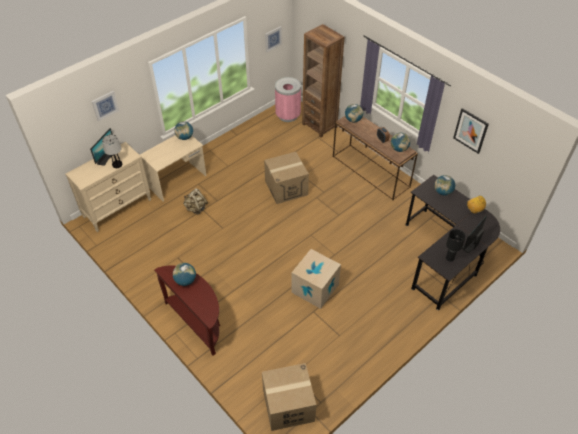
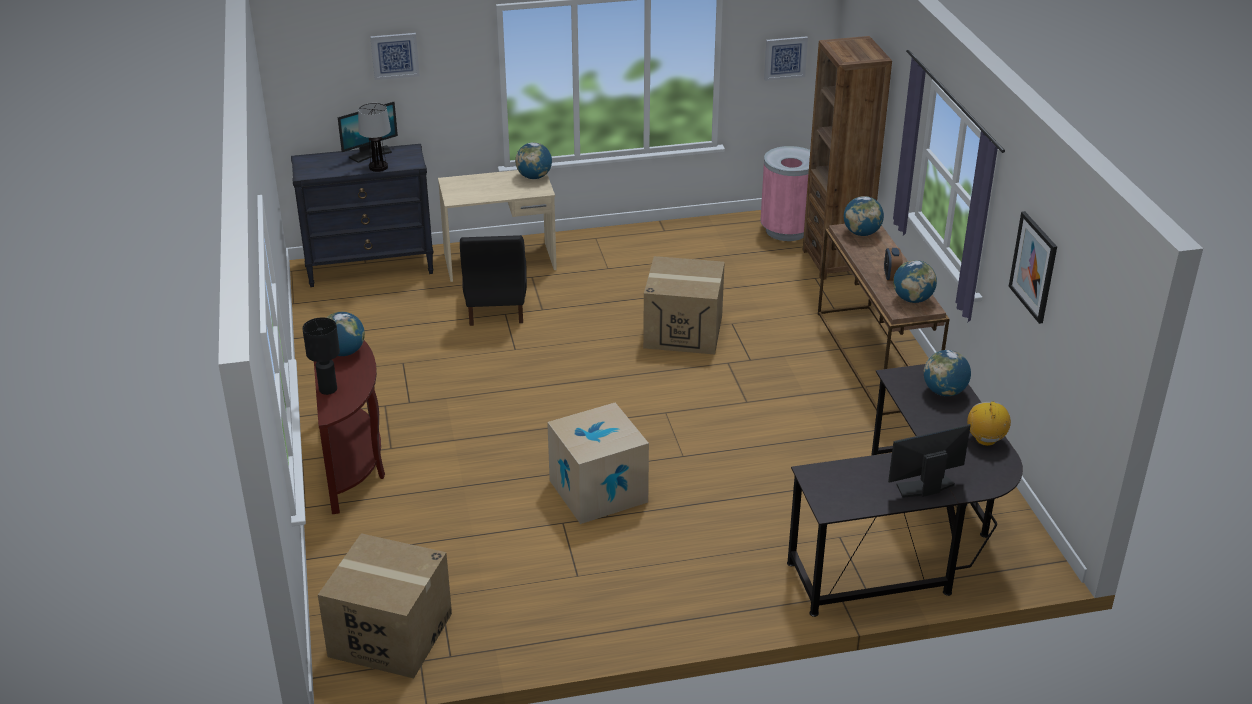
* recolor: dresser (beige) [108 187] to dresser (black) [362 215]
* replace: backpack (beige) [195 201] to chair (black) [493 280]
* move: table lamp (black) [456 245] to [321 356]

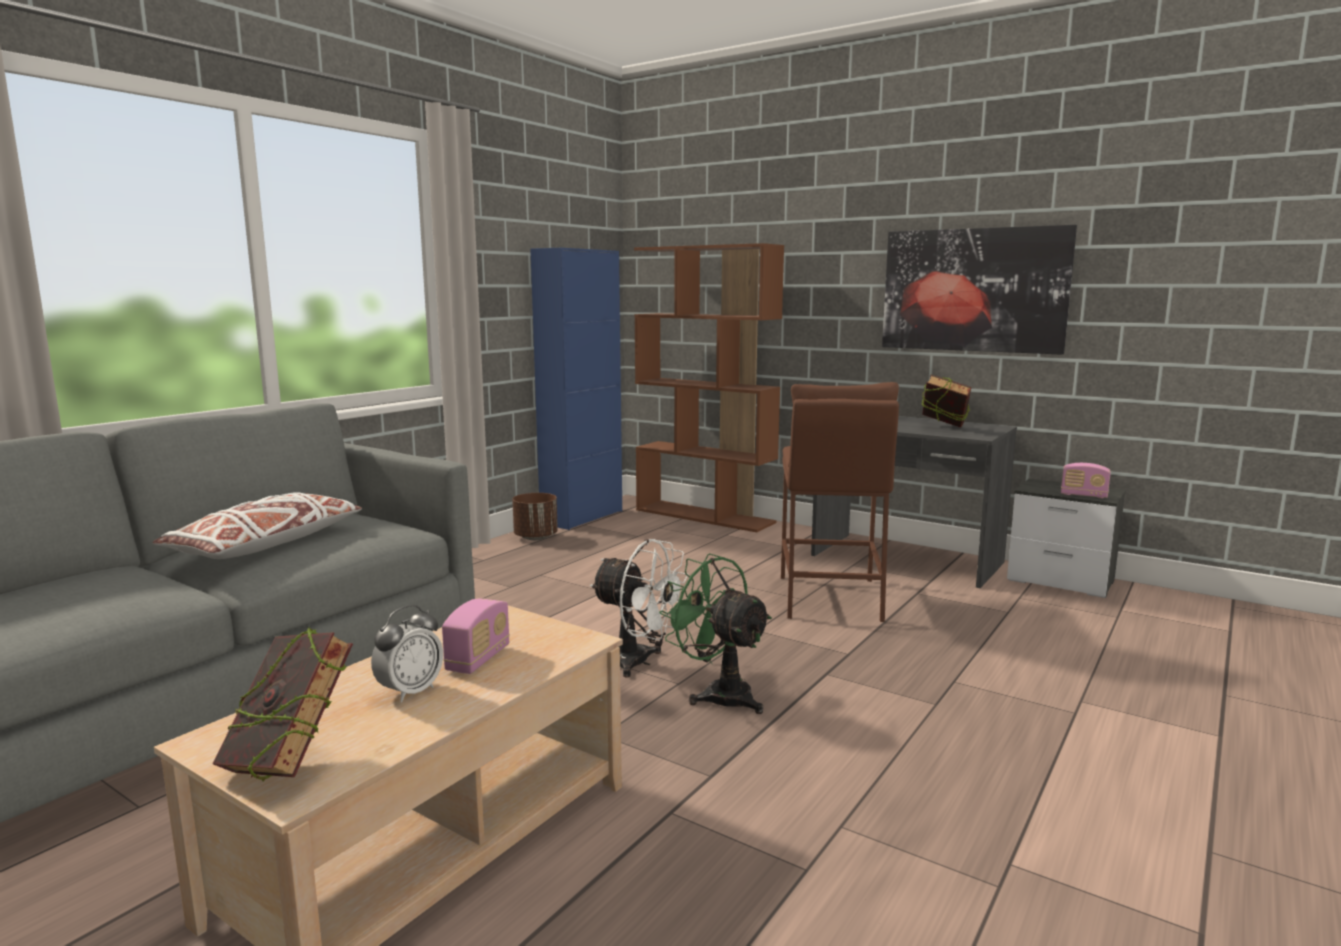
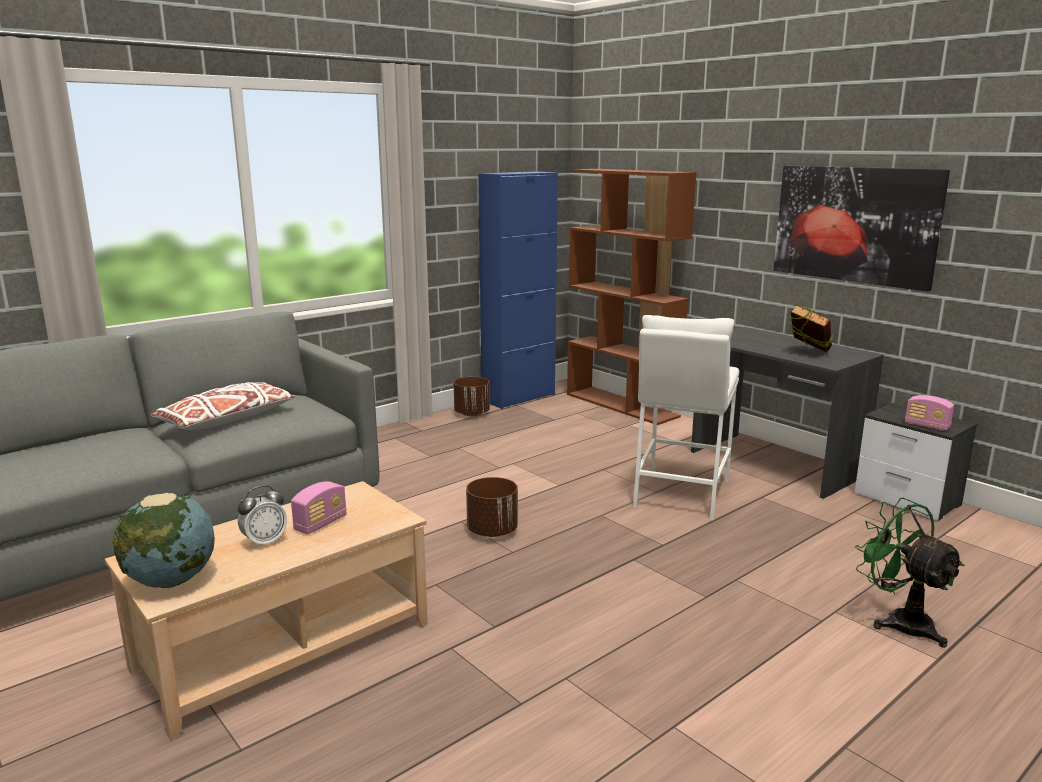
* replace: book [283 704] to globe [163 540]
* replace: fan (white) [639 608] to planter (brown) [492 507]
* move: fan (green) [715 633] to [910 572]
* recolor: stool (brown) [840 502] to stool (white) [686 418]

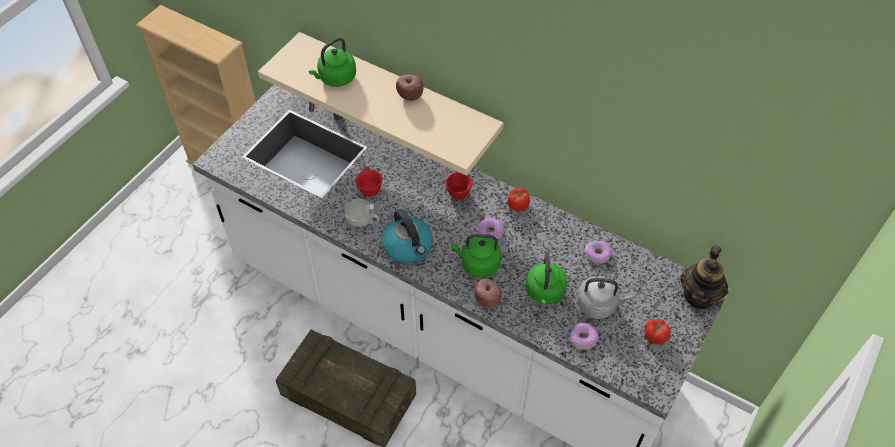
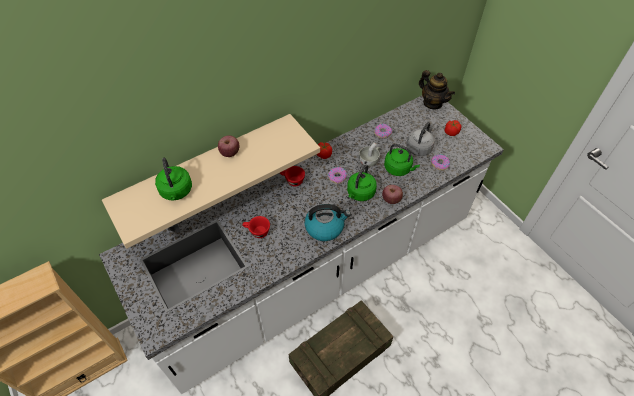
* move: cup (white) [362 213] to [369 154]

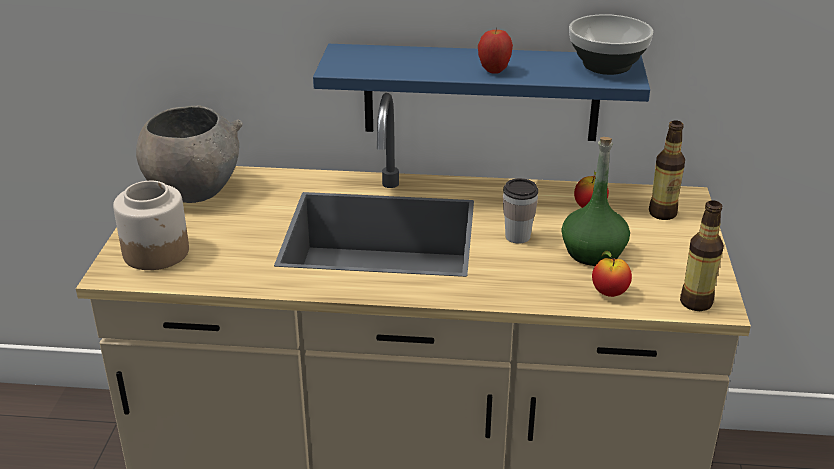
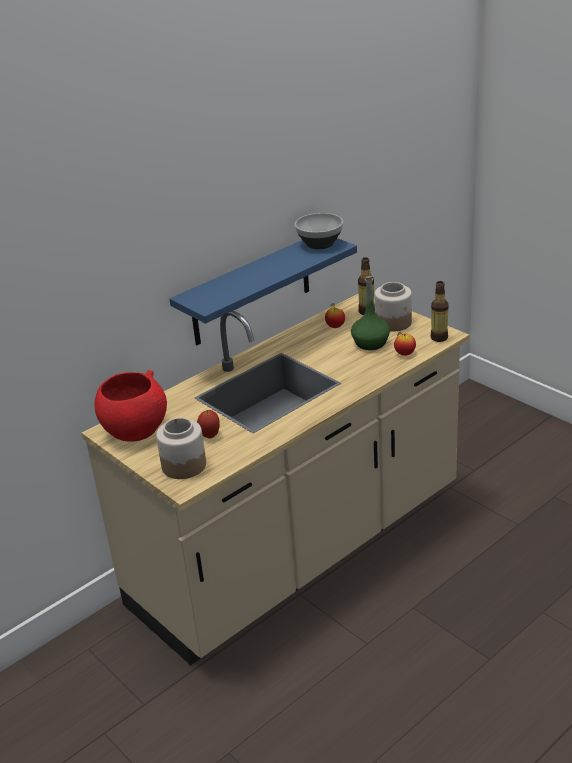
* recolor: bowl (grey) [189 154] to bowl (red) [130 406]
* move: apple [495 50] to [208 424]
* delete: cup [520 211]
* insert: jar [393 307]

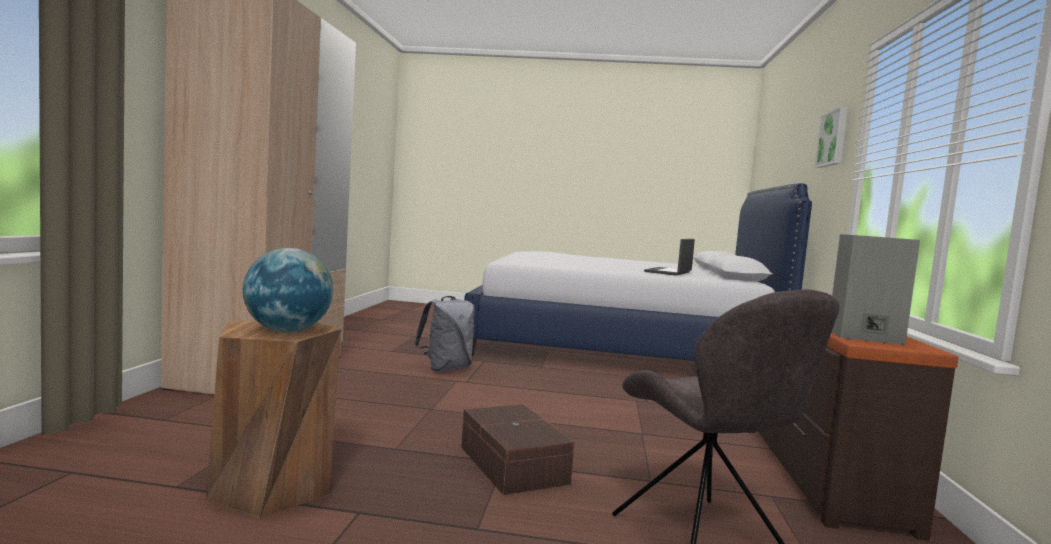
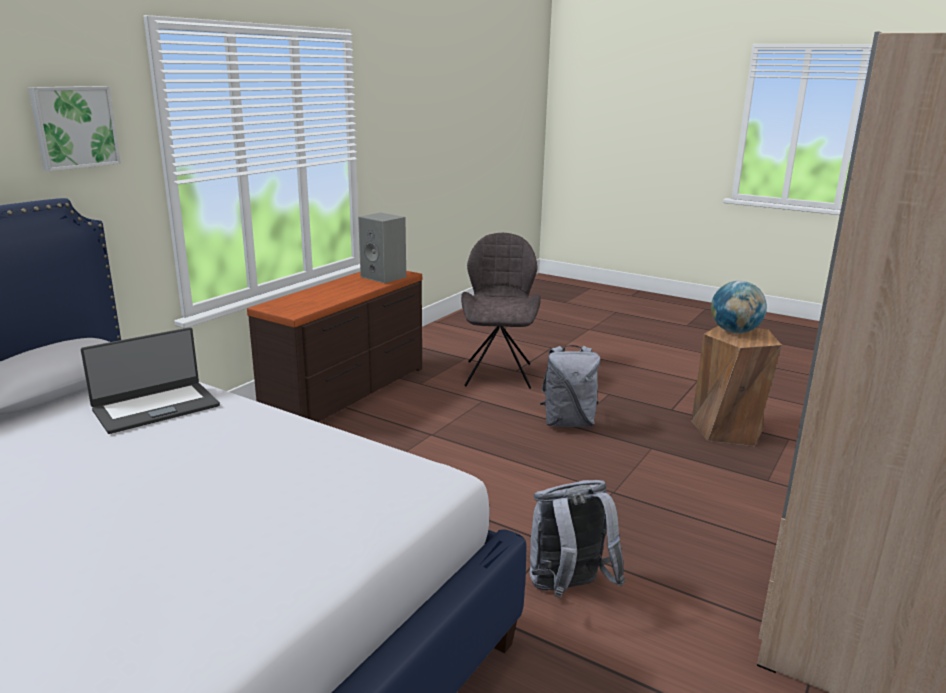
* replace: storage box (brown) [518 449] to backpack (grey) [570 386]

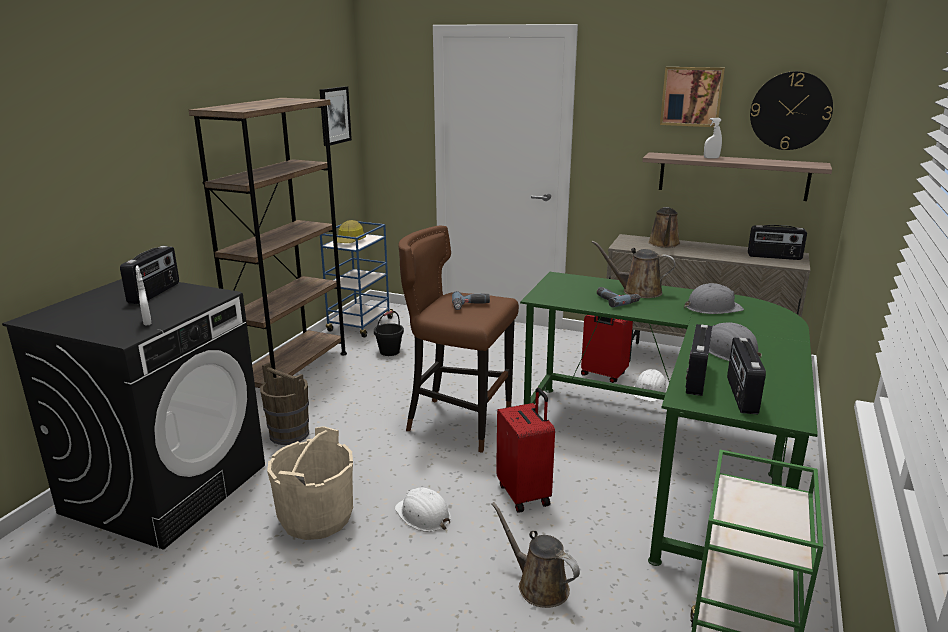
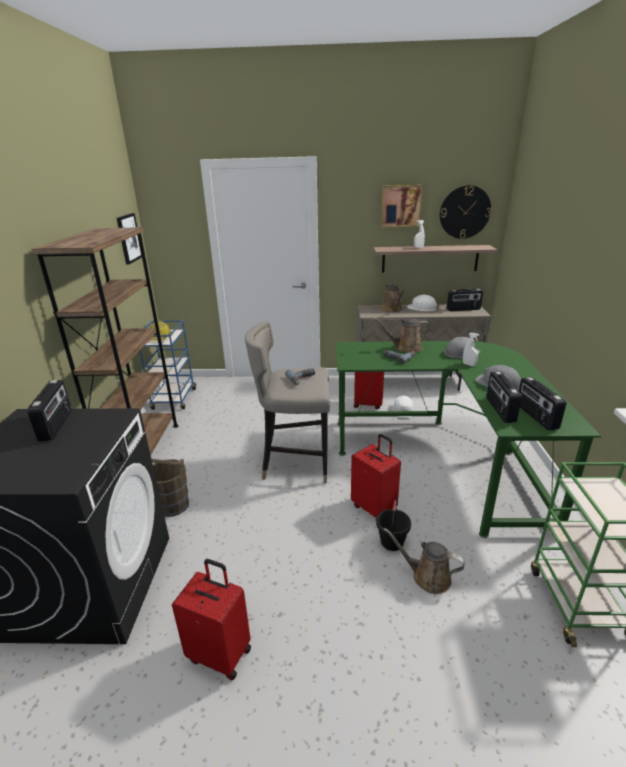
* move: spray bottle (white) [143 295] to [471 349]
* delete: bucket (beige) [310 483]
* move: bucket (black) [389 333] to [393 525]
* move: hard hat (white) [422 509] to [423 303]
* recolor: stool (brown) [458 339] to stool (grey) [287 402]
* insert: suitcase (red) [211 619]

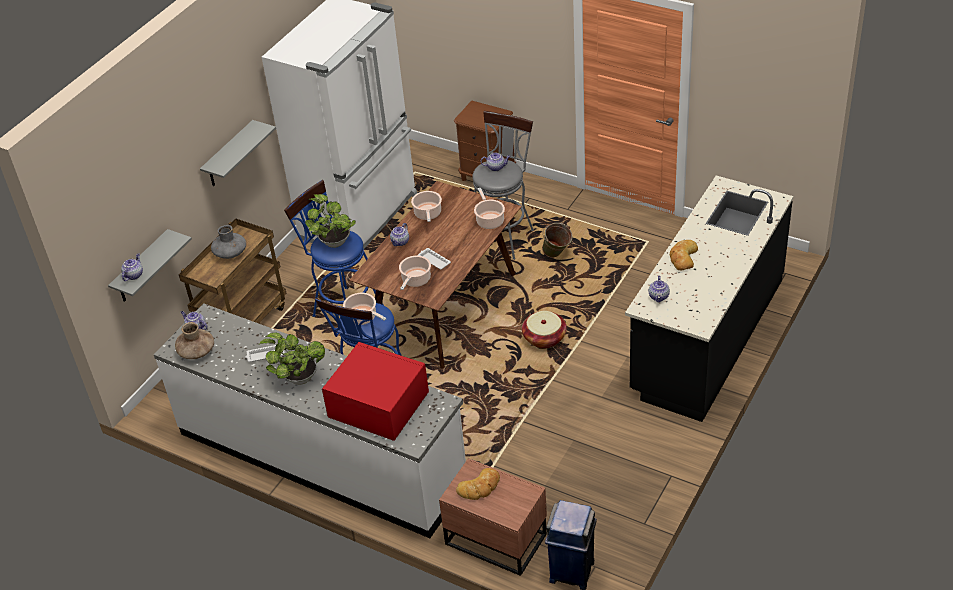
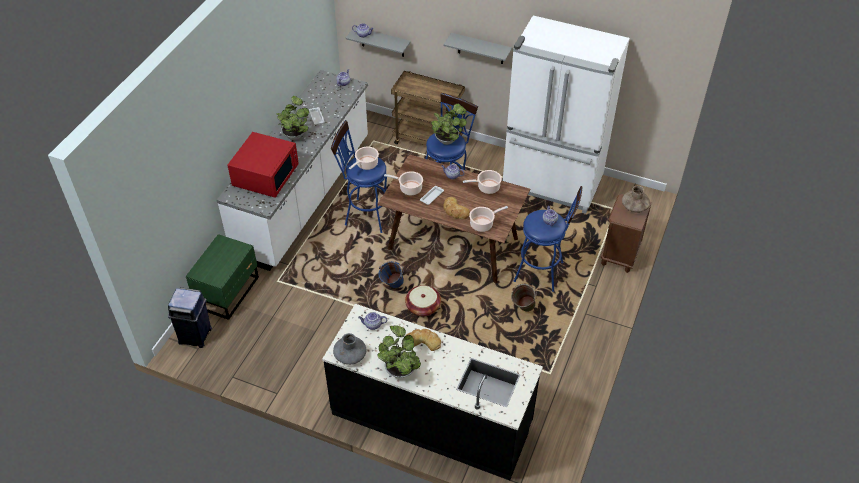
* move: vase (brown) [194 340] to [636 199]
* move: vase (grey) [228 242] to [349 349]
* recolor: nightstand (brown) [493 517] to nightstand (green) [222 277]
* move: bread [478 484] to [456 208]
* recolor: stool (grey) [503 185] to stool (blue) [548 239]
* insert: potted plant [399 351]
* insert: bucket (blue) [391 274]

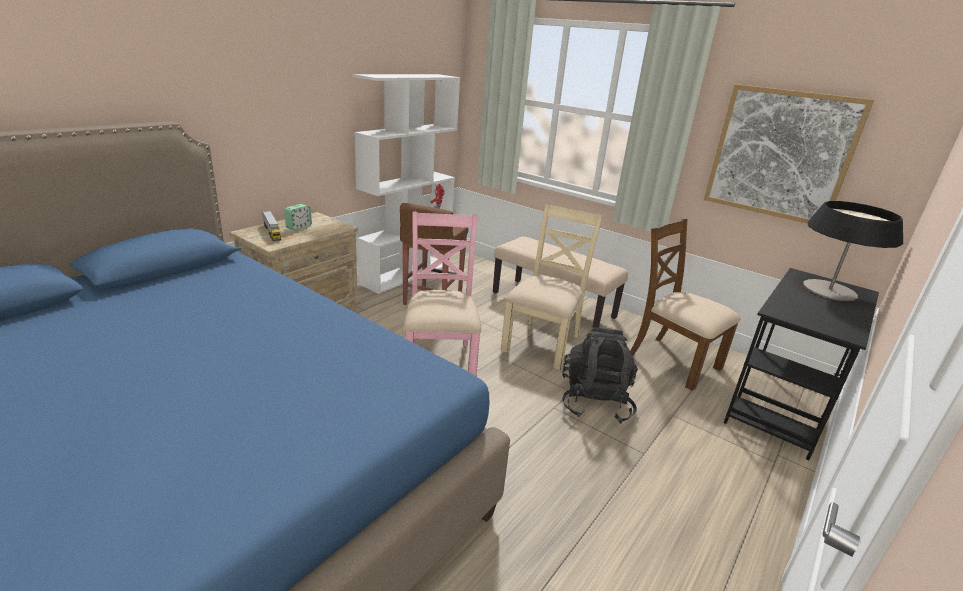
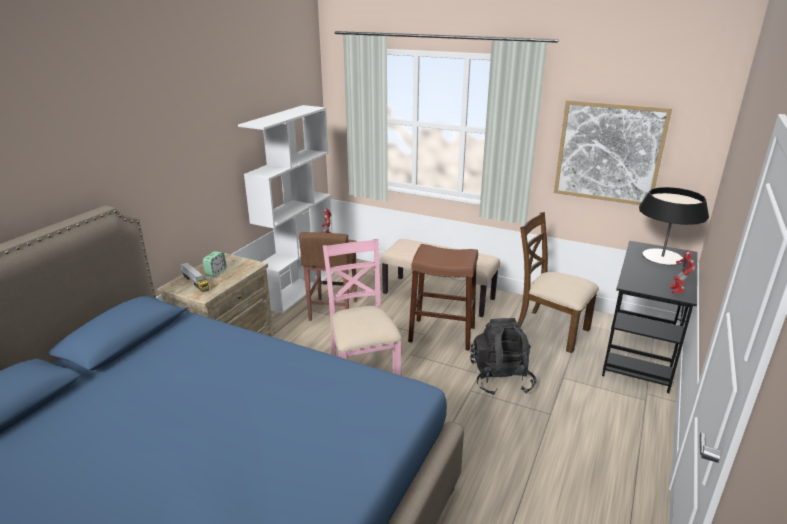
* replace: chair (beige) [552 286] to stool (brown) [443 297]
* insert: toy robot [682 271]

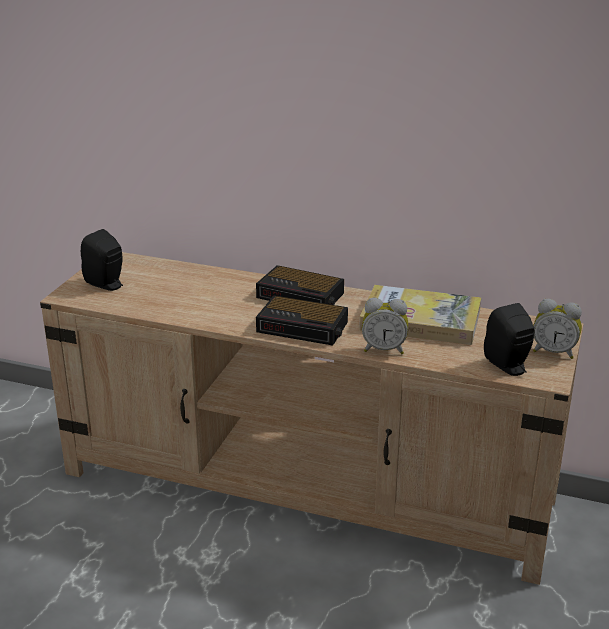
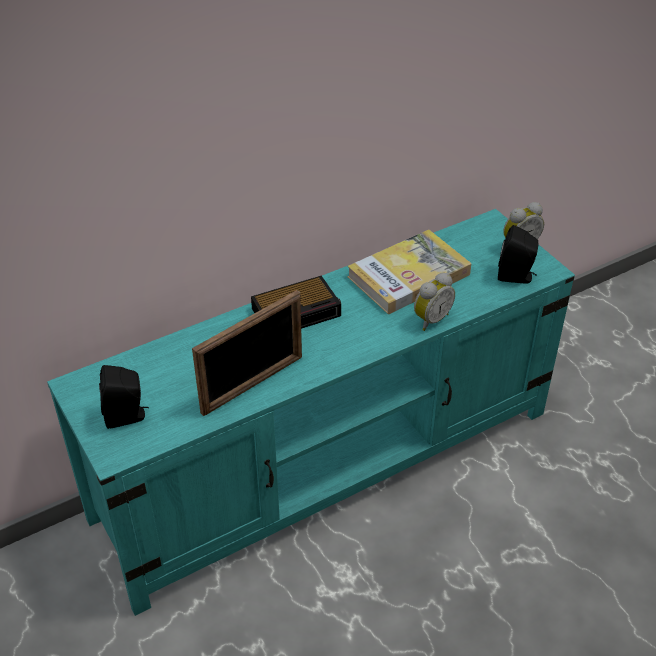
* recolor: tv stand (beige) [312 418] to tv stand (turquoise) [311 412]
* delete: alarm clock [302 320]
* insert: picture frame [247 353]

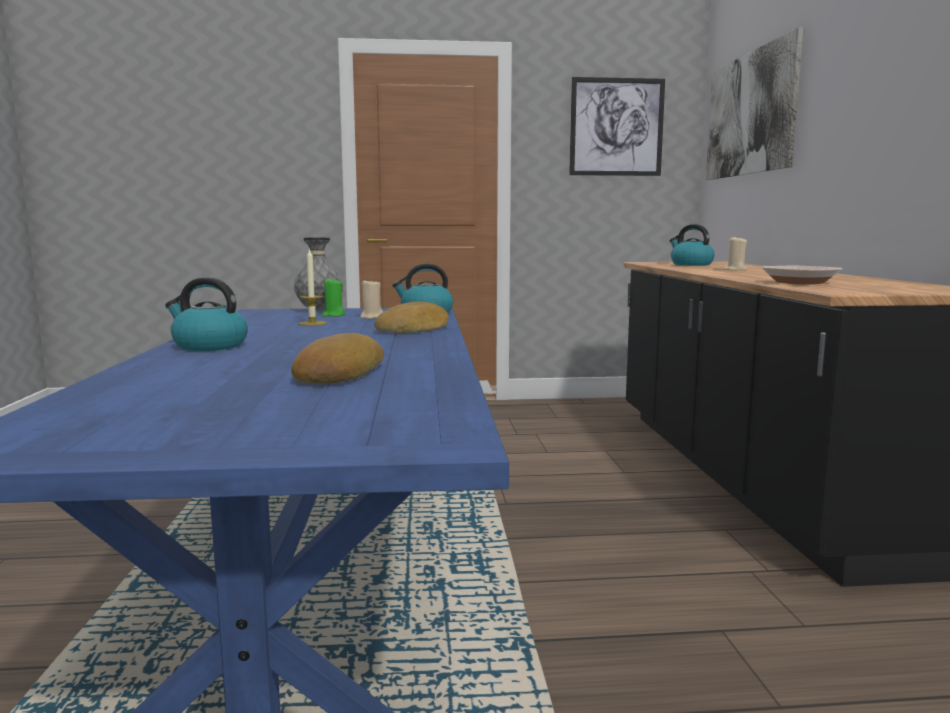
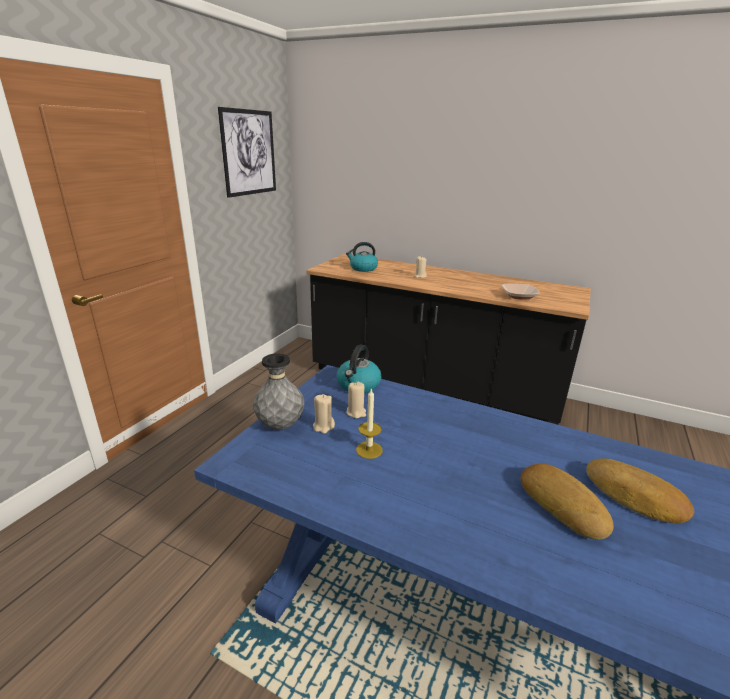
* delete: kettle [206 314]
* recolor: candle (green) [333 297] to candle (beige) [324 414]
* move: bread [411 317] to [567 501]
* delete: picture [754 103]

